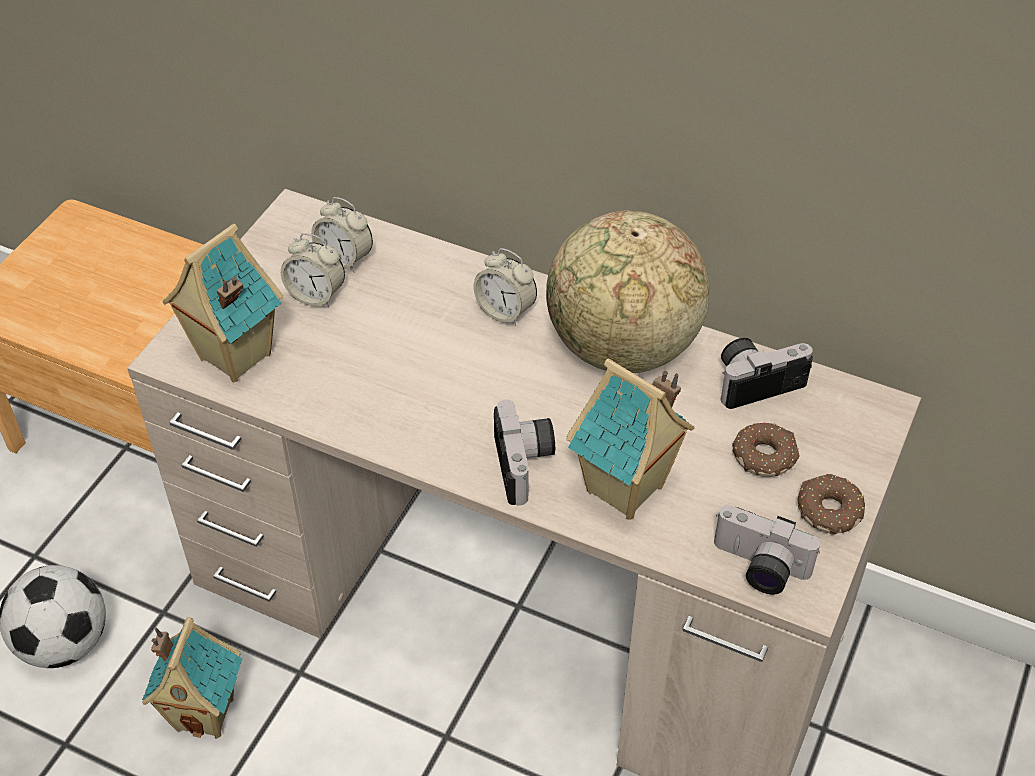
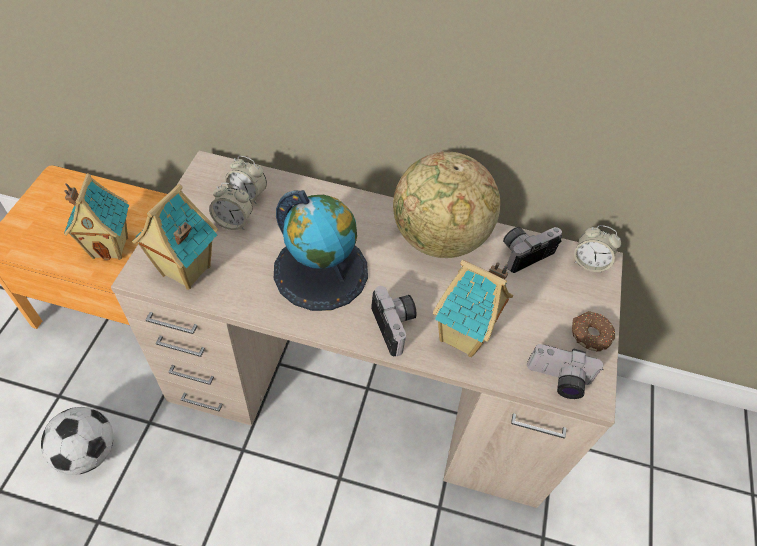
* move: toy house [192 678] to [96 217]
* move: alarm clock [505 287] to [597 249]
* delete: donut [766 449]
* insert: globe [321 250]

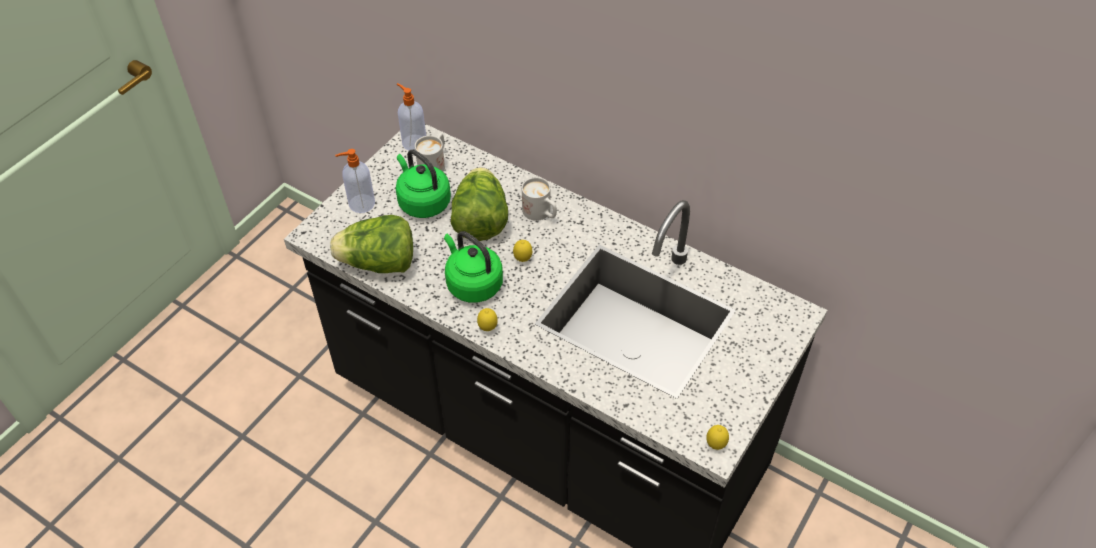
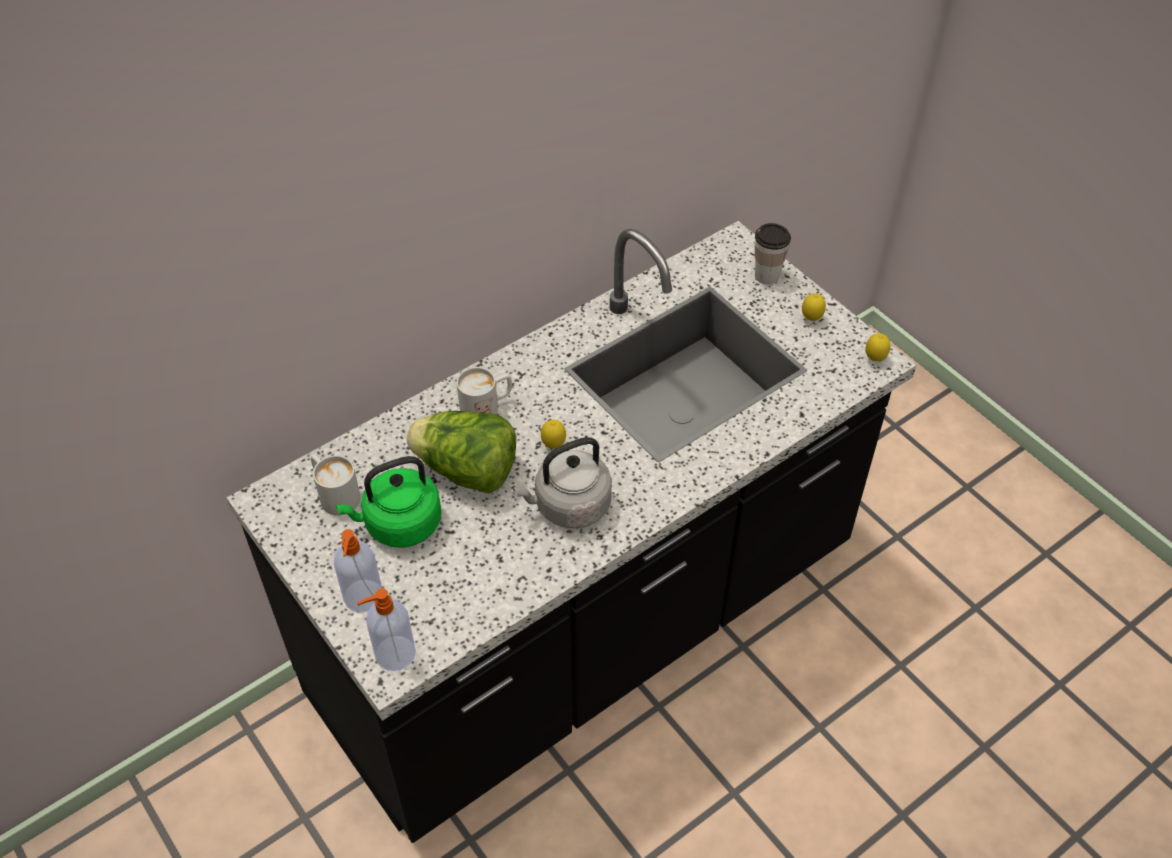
* delete: lettuce [371 244]
* move: soap dispenser [411 117] to [386 629]
* recolor: kettle (green) [473 267] to kettle (grey) [562 482]
* move: lemon [487 319] to [814 307]
* insert: cup [773 254]

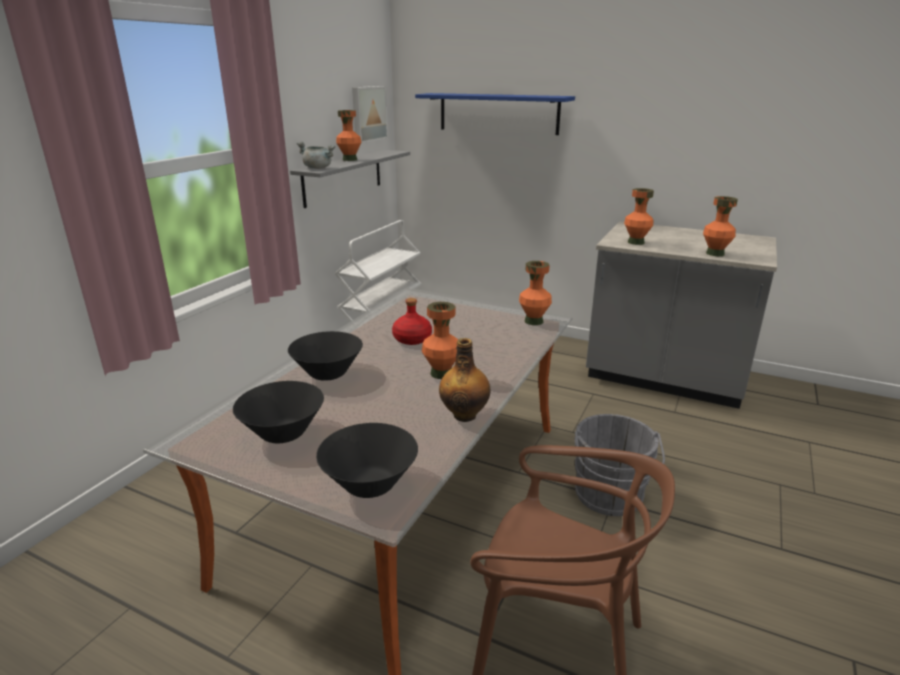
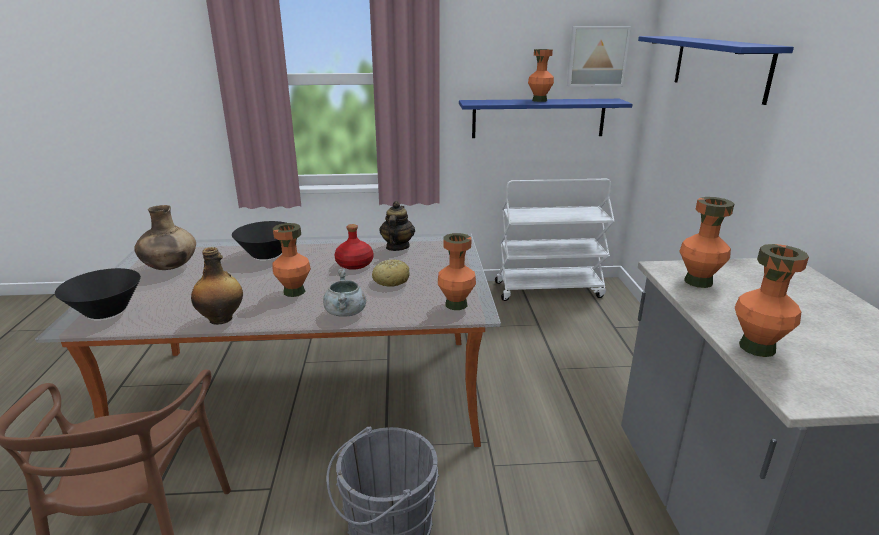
* replace: bowl (black) [278 412] to vase (brown) [165 237]
* recolor: shelf (grey) [350 179] to shelf (blue) [546 118]
* move: cooking pot (grey) [316 155] to [344 293]
* insert: bread [391 273]
* insert: teapot [397 226]

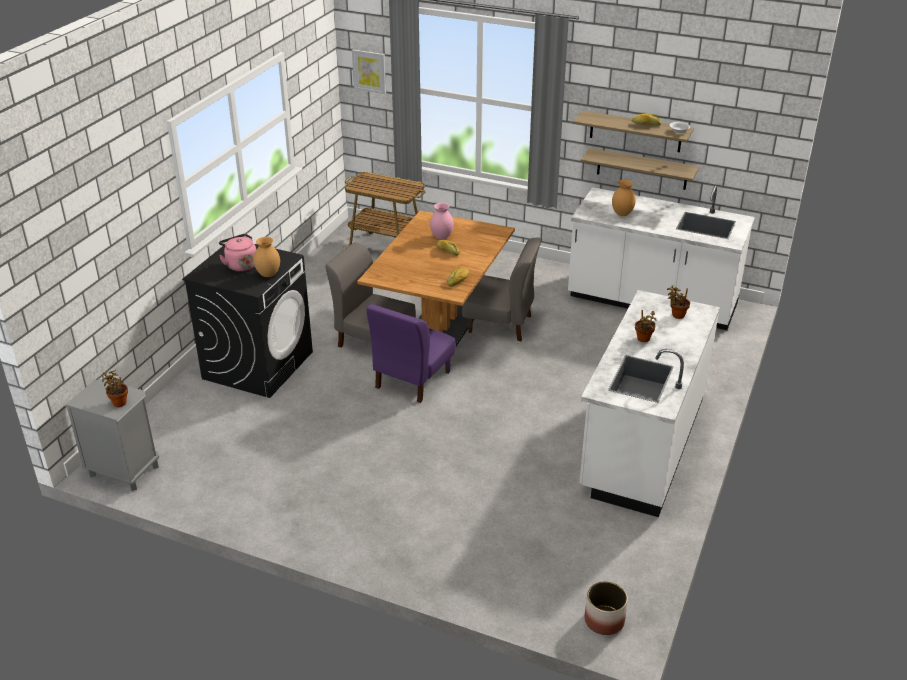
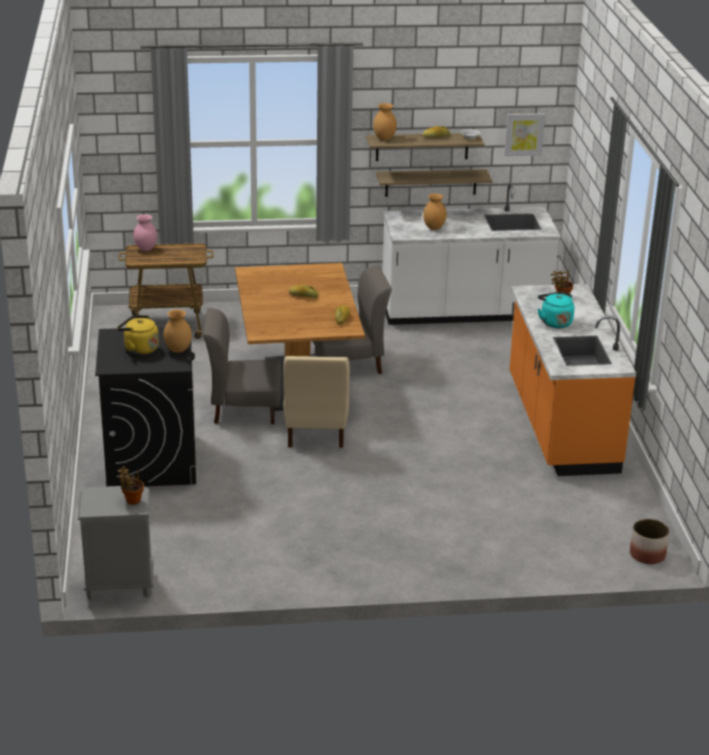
* recolor: kettle (pink) [237 252] to kettle (yellow) [138 335]
* move: picture [369 71] to [524 134]
* recolor: chair (purple) [411 353] to chair (beige) [316 402]
* move: vase (pink) [442 221] to [145 232]
* recolor: counter (white) [650 403] to counter (orange) [572 380]
* replace: potted plant [646 326] to kettle (turquoise) [556 309]
* insert: vase (brown) [385 122]

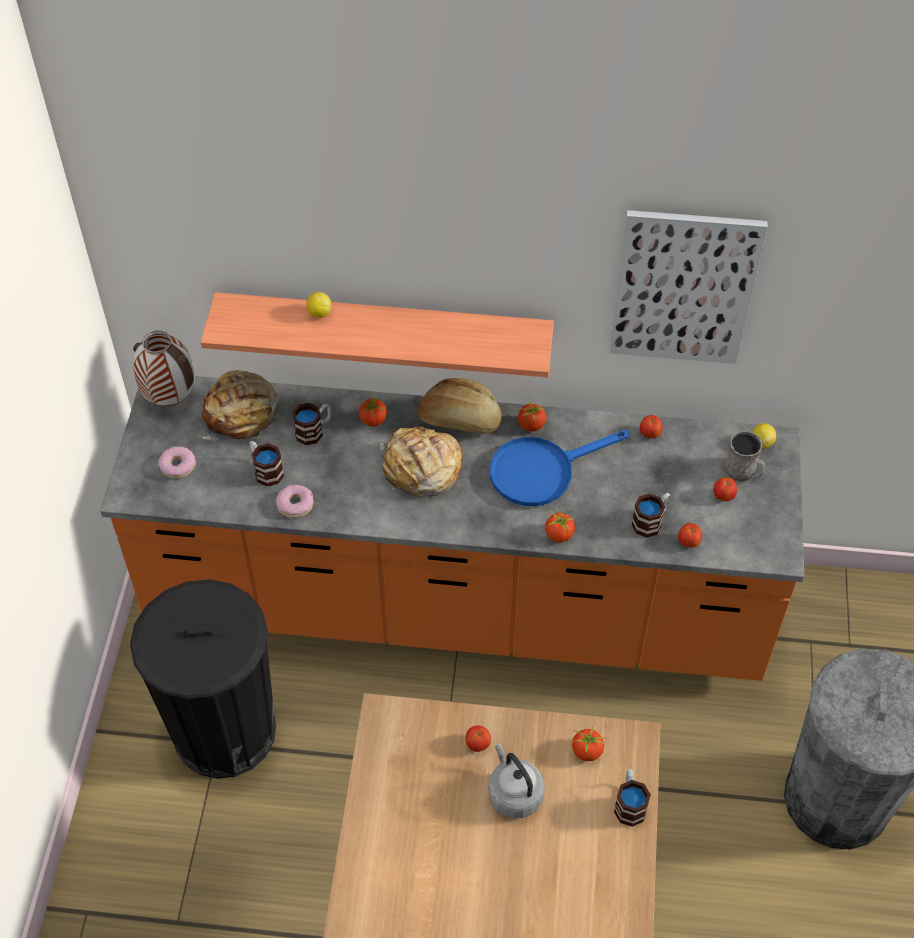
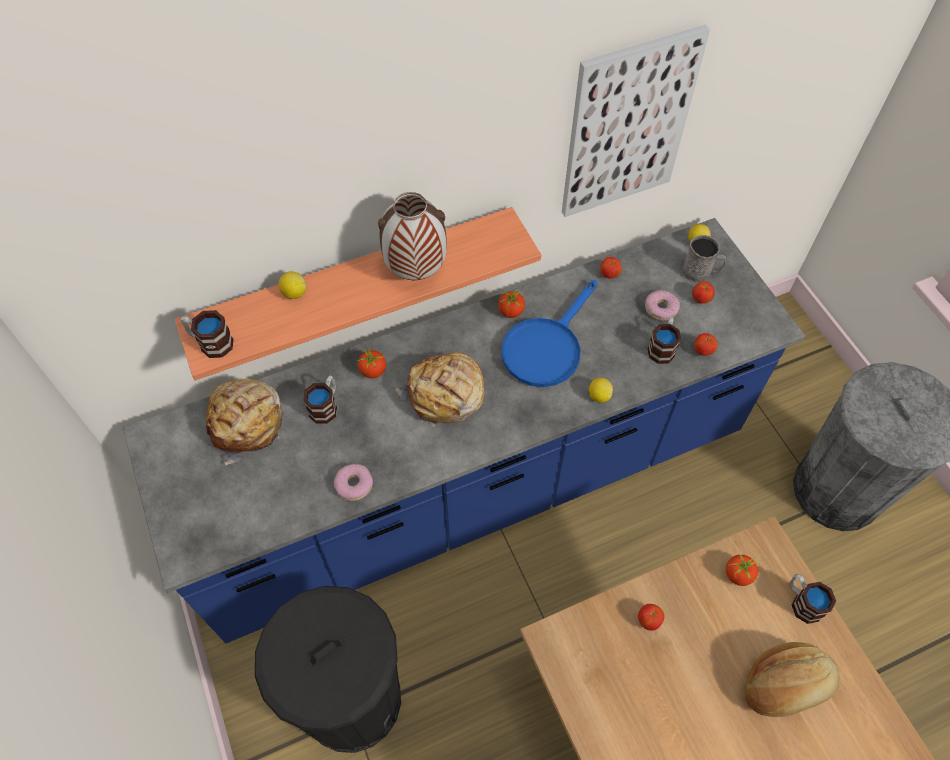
* recolor: counter (orange) [452 528] to counter (blue) [464 430]
* move: vase [164 368] to [412 236]
* move: donut [177 462] to [662 305]
* move: mug [266 464] to [207 334]
* move: bread [460 406] to [792 679]
* delete: kettle (grey) [517 780]
* replace: tomato [560 524] to lemon [601 390]

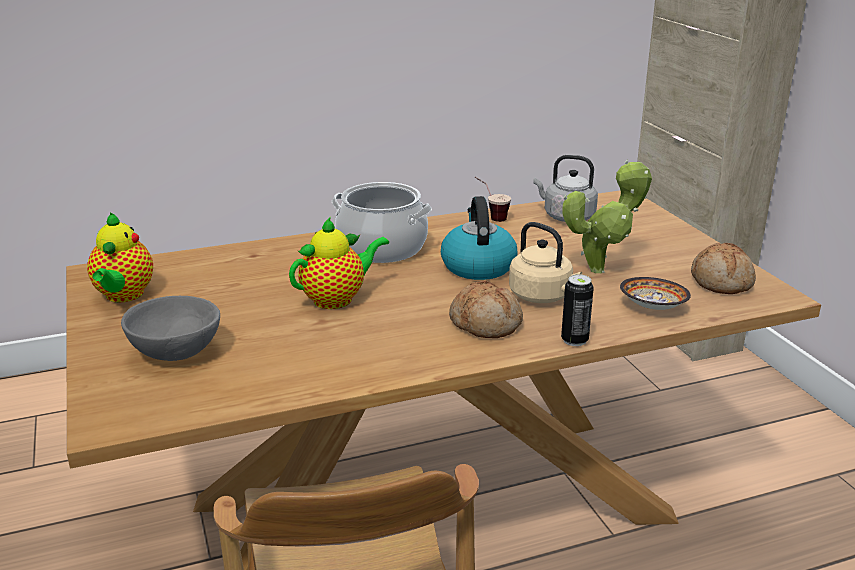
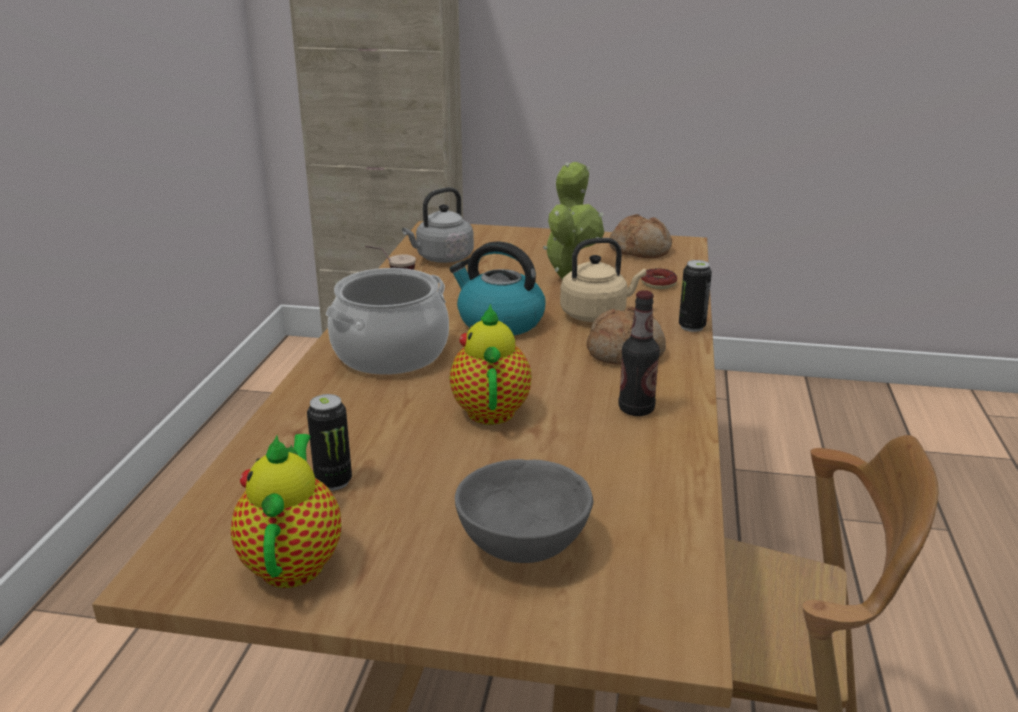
* rotate: teapot [120 257] = [286 511] 120 degrees counterclockwise
* replace: bowl [655 293] to donut [659 278]
* insert: can [329 442]
* insert: bottle [639 353]

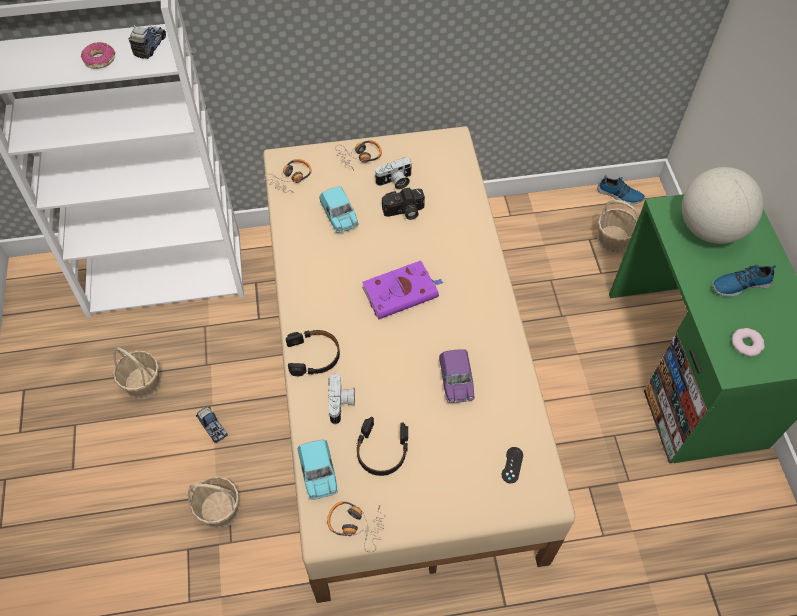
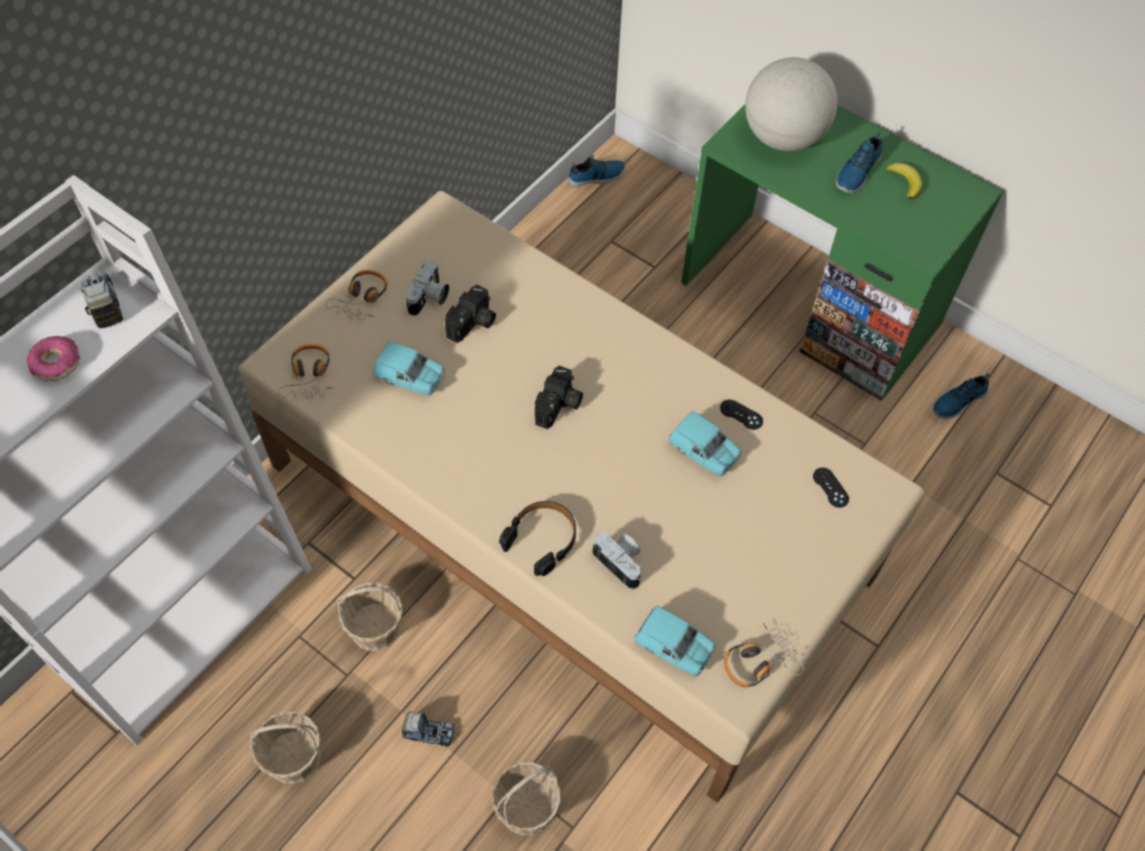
* delete: headphones (black) [382 446]
* replace: book (purple) [403 290] to photo camera [559 397]
* recolor: toy car (purple) [457 376] to toy car (turquoise) [705 444]
* move: basket [618 226] to [370 616]
* delete: donut [748 342]
* insert: game controller (black) [741 414]
* insert: banana [904 181]
* insert: shoe [960 396]

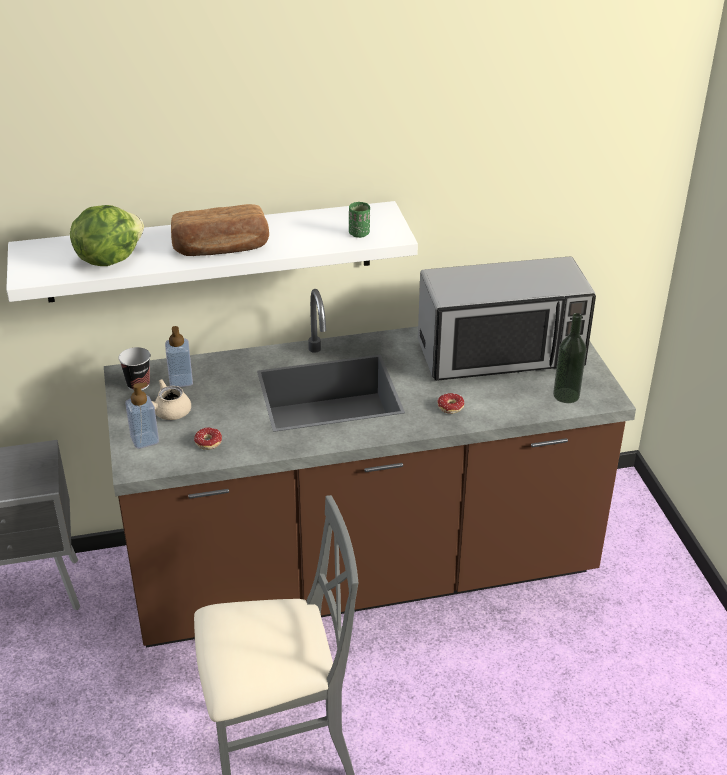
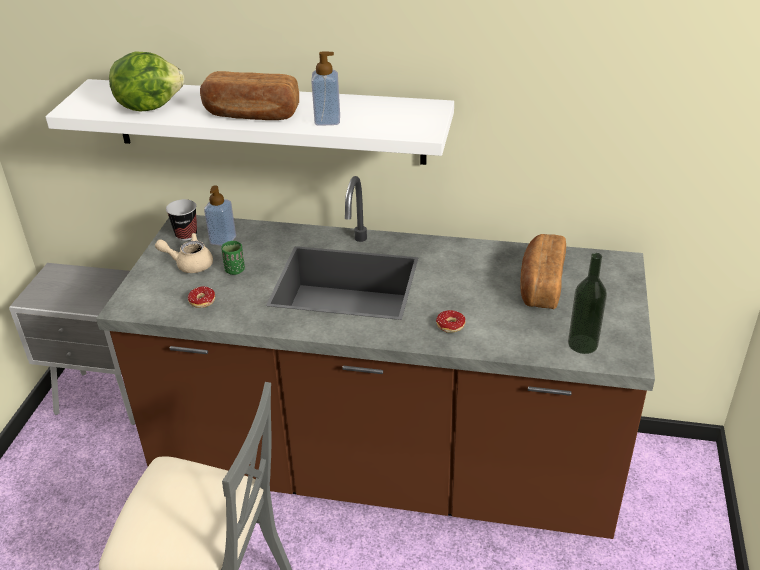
* move: soap dispenser [142 415] to [325 88]
* move: cup (green) [359 220] to [233 258]
* replace: microwave [507 319] to bread [543 271]

